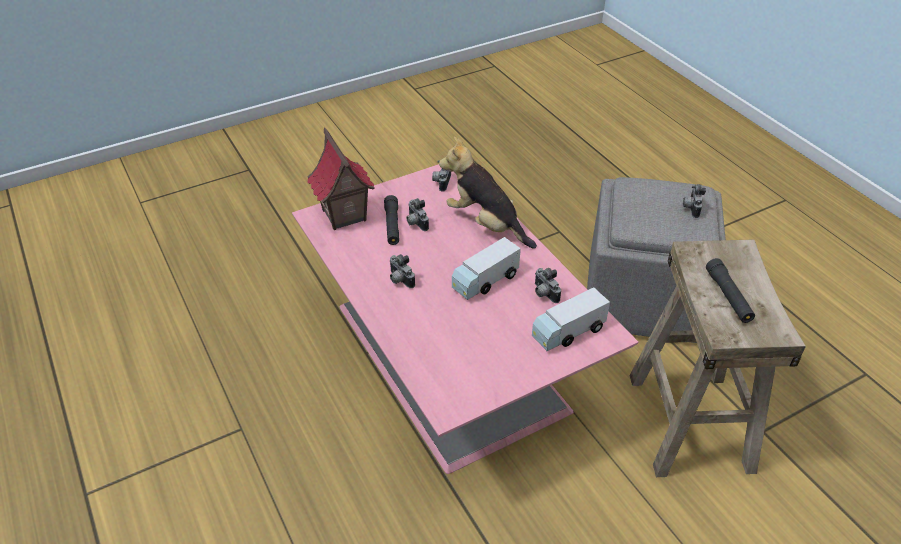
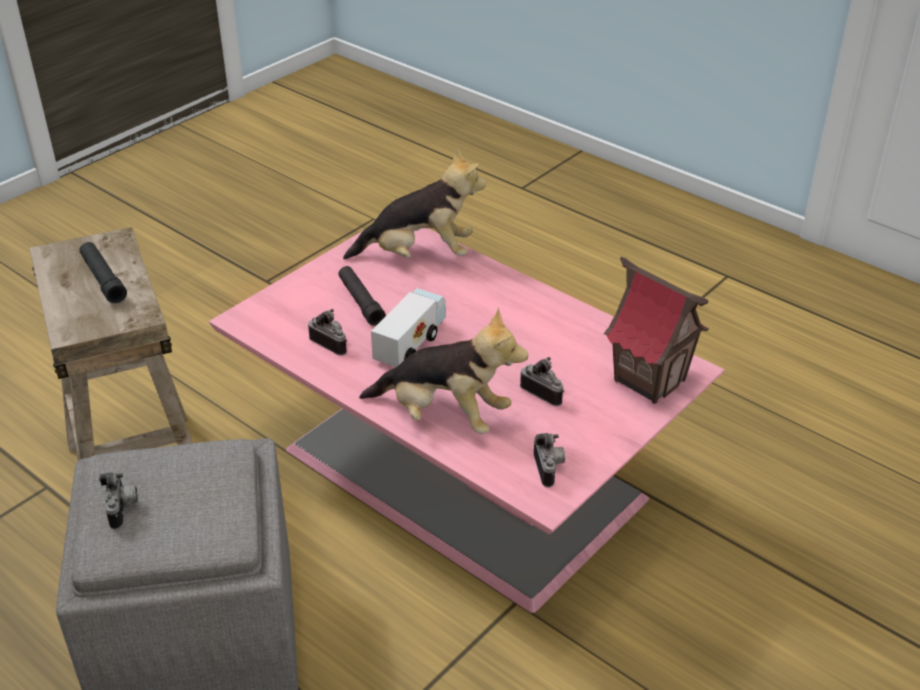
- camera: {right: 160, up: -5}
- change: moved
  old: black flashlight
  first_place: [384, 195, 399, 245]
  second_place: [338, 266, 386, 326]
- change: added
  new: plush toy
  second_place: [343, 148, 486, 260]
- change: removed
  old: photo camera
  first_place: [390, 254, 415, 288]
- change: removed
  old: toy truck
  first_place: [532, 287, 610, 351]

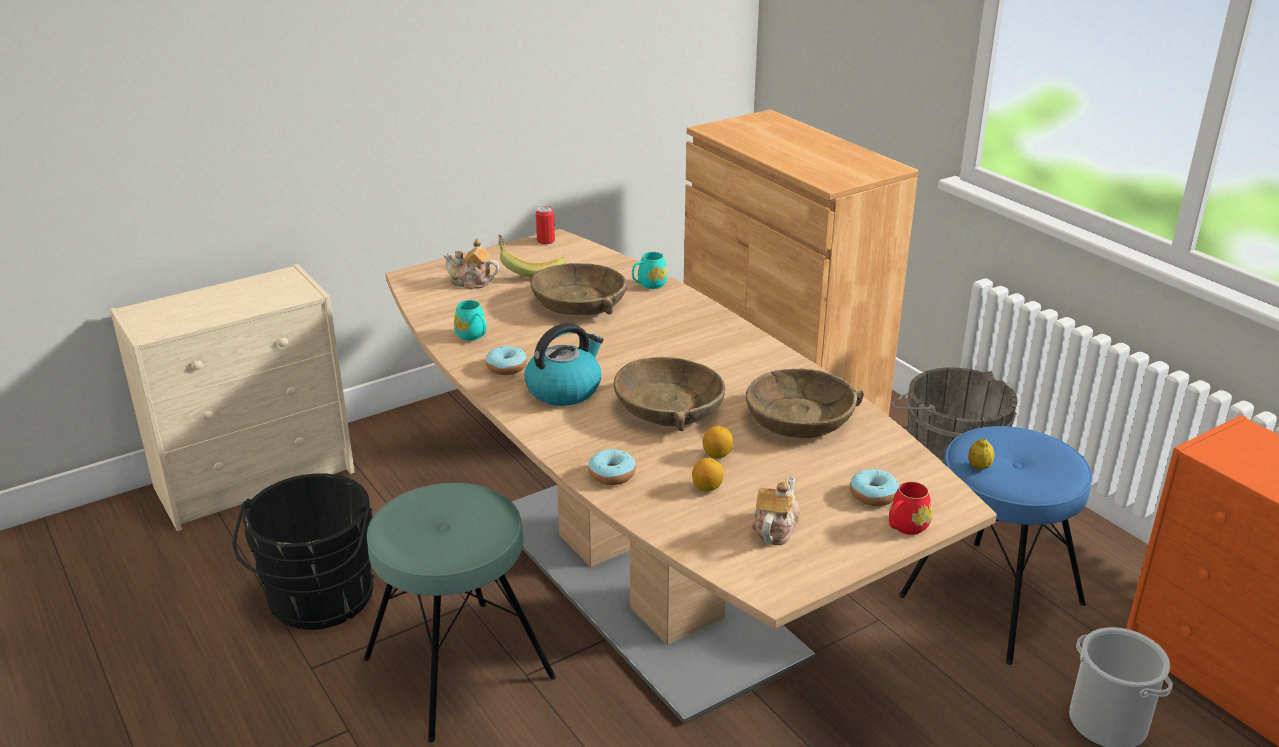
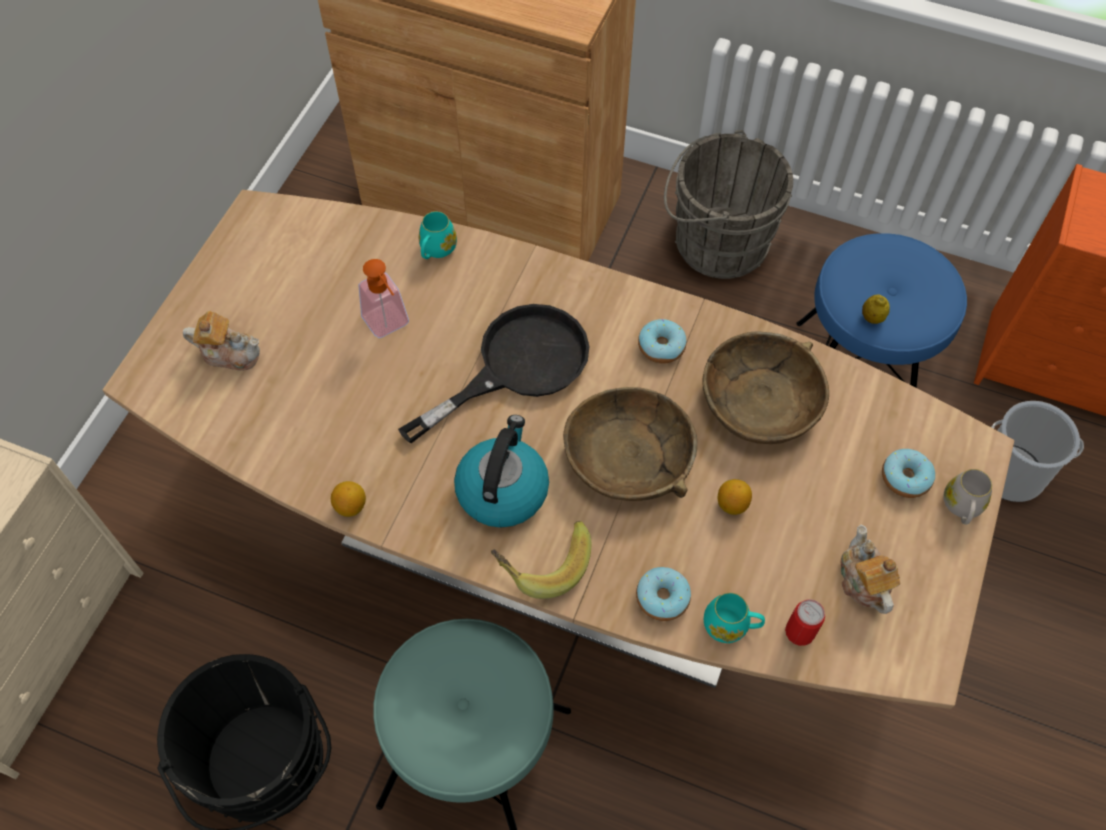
- camera: {right: -35, up: 30}
- change: turned
  old: teapot
  first_place: [443, 238, 500, 290]
  second_place: [183, 311, 260, 371]
  degrees: -150
- change: moved
  old: lemon
  first_place: [692, 458, 724, 492]
  second_place: [331, 481, 366, 517]
- change: replaced
  old: brown bowl
  new: soap dispenser
  first_place: [530, 263, 627, 316]
  second_place: [358, 259, 409, 338]
- change: added
  new: black frying pan
  second_place: [398, 304, 590, 443]
- change: moved
  old: banana
  first_place: [498, 235, 565, 278]
  second_place: [491, 521, 591, 599]
- change: moved
  old: donut
  first_place: [486, 346, 527, 375]
  second_place: [638, 319, 687, 364]
- change: moved
  old: turquoise mug
  first_place: [454, 300, 487, 341]
  second_place: [704, 592, 765, 643]
- change: moved
  old: can
  first_place: [536, 206, 555, 244]
  second_place: [785, 599, 825, 646]
- change: recoloured
  old: red mug
  new: white mug
  first_place: [889, 482, 932, 535]
  second_place: [943, 469, 992, 525]

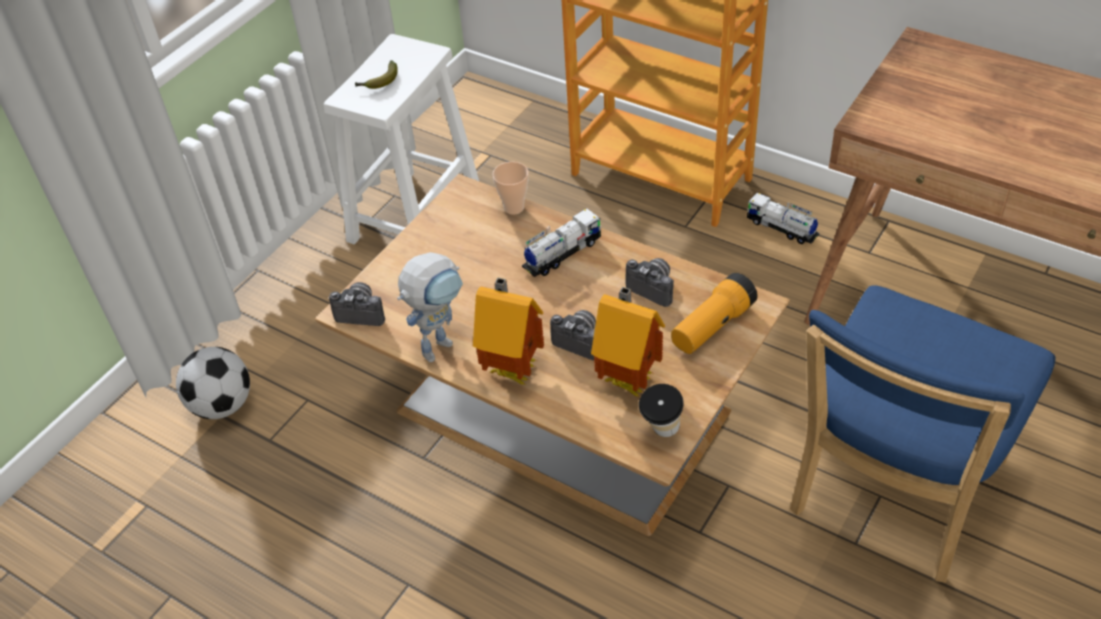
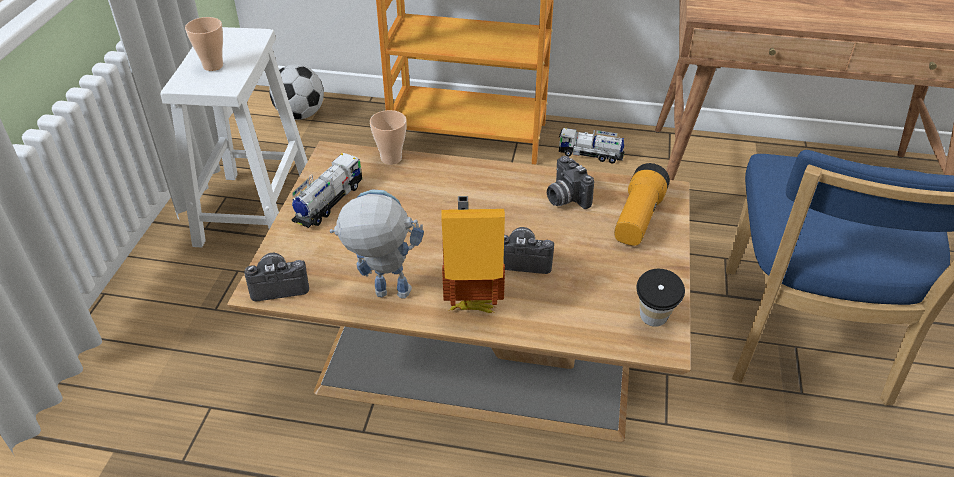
- camera: {right: -25, up: -5}
- change: replaced
  old: banana
  new: cup
  first_place: [355, 60, 398, 89]
  second_place: [185, 17, 223, 71]
- change: moved
  old: football
  first_place: [176, 347, 250, 419]
  second_place: [269, 64, 324, 120]
- change: moved
  old: toy truck
  first_place: [522, 209, 601, 277]
  second_place: [292, 153, 362, 228]
- change: turned
  old: toy robot
  first_place: [397, 252, 463, 362]
  second_place: [330, 189, 424, 298]
  degrees: -105
- change: turned
  old: photo camera
  first_place: [625, 258, 674, 307]
  second_place: [547, 156, 594, 209]
  degrees: -135
- change: removed
  old: toy house
  first_place: [591, 287, 665, 397]

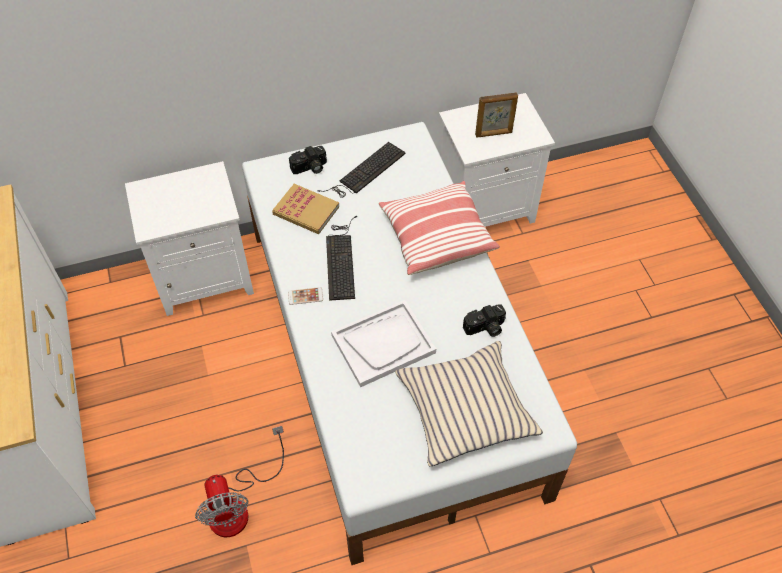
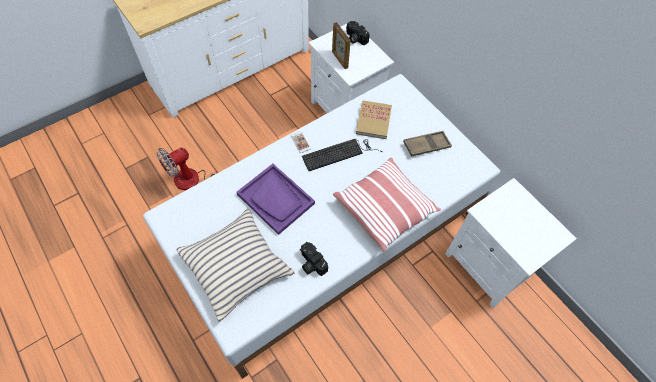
- camera: {right: 70, up: 5}
- change: recoloured
  old: white tray
  new: purple tray
  first_place: [331, 300, 436, 387]
  second_place: [237, 164, 315, 235]
- change: moved
  old: picture frame
  first_place: [475, 92, 518, 138]
  second_place: [332, 22, 351, 69]
- change: moved
  old: photo camera
  first_place: [289, 146, 327, 174]
  second_place: [346, 21, 370, 45]
- change: replaced
  old: keyboard
  new: brown tray
  first_place: [317, 142, 406, 198]
  second_place: [403, 131, 452, 157]

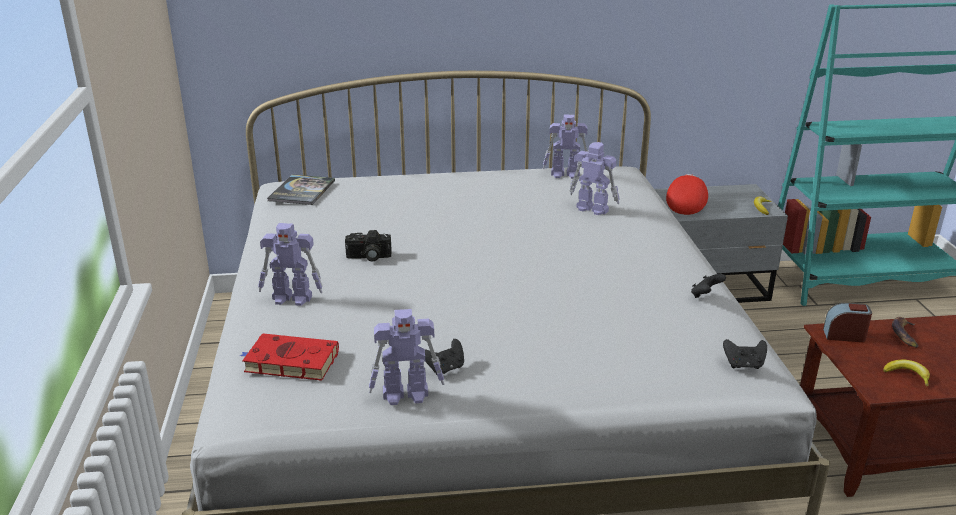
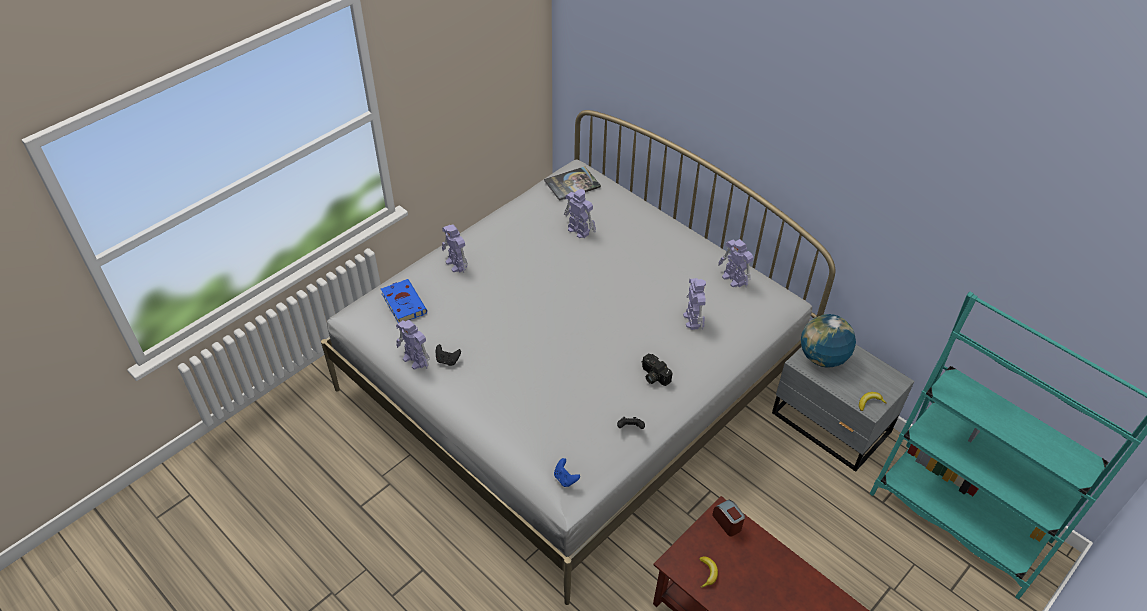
- camera: {right: 50, up: 20}
- change: recoloured
  old: red book
  new: blue book
  first_place: [240, 333, 339, 381]
  second_place: [381, 279, 427, 323]
- change: recoloured
  old: black game controller
  new: blue game controller
  first_place: [723, 339, 767, 369]
  second_place: [554, 458, 580, 487]
- change: added
  new: toy robot
  second_place: [564, 189, 596, 238]
- change: moved
  old: photo camera
  first_place: [345, 230, 392, 261]
  second_place: [642, 354, 672, 386]
- change: replaced
  old: red cap
  new: globe
  first_place: [666, 174, 708, 215]
  second_place: [801, 314, 856, 368]
- change: removed
  old: banana
  first_place: [892, 317, 918, 348]

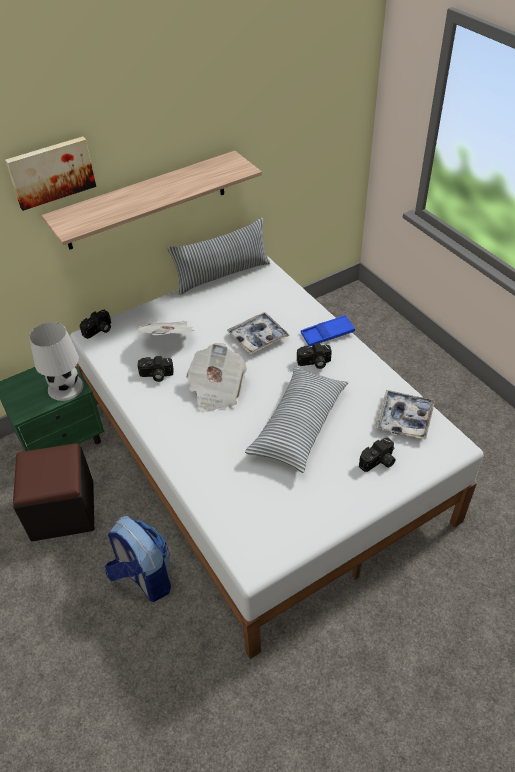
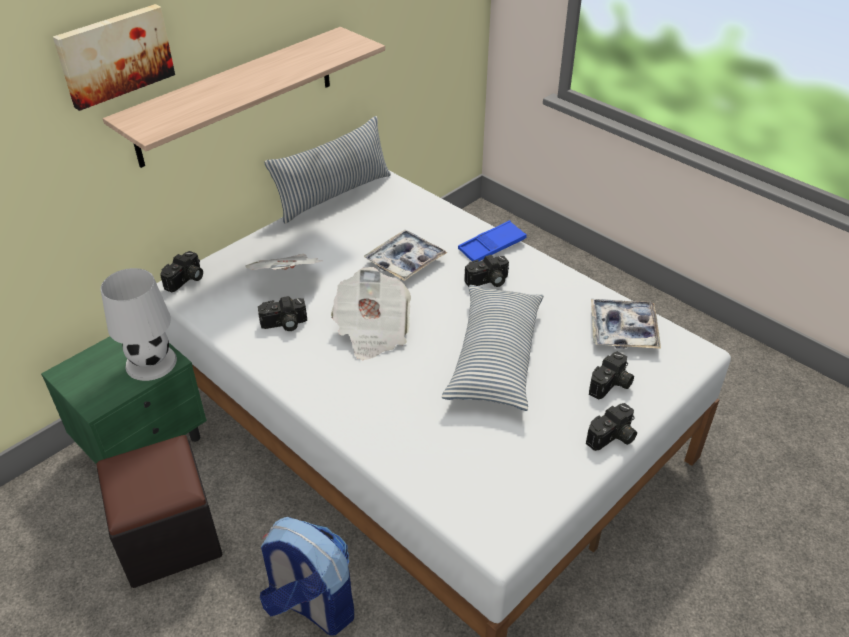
- camera: {right: -15, up: -5}
- change: added
  new: photo camera
  second_place: [586, 403, 637, 451]

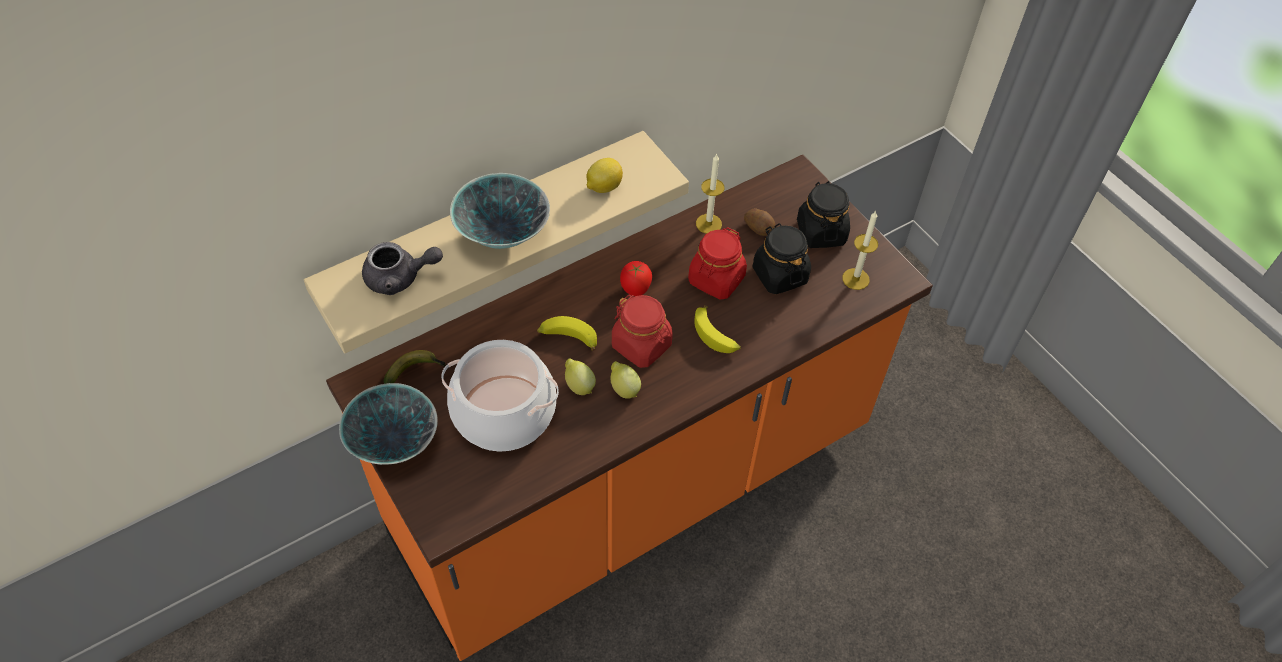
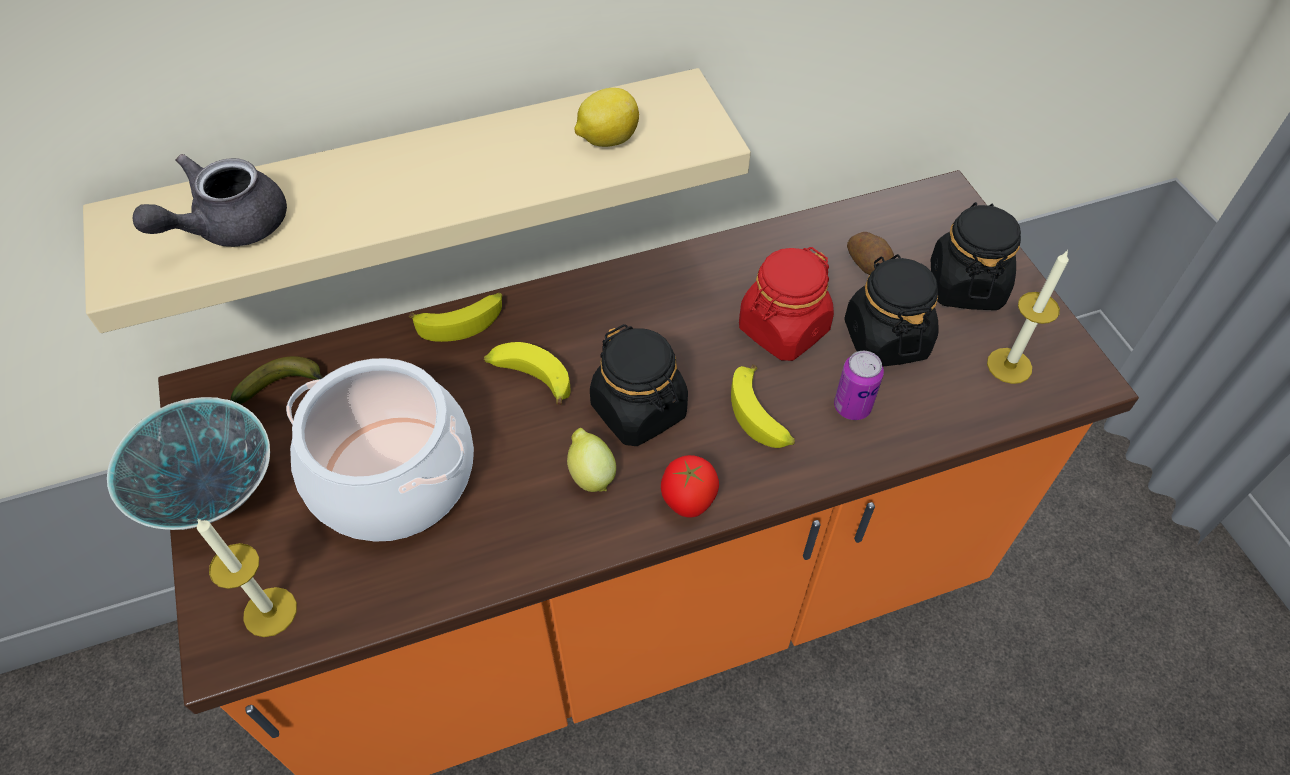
- camera: {right: 15, up: 0}
- change: turned
  old: grey teapot
  first_place: [362, 242, 443, 295]
  second_place: [132, 154, 287, 247]
  degrees: 120
- change: moved
  old: candle
  first_place: [696, 154, 725, 234]
  second_place: [197, 518, 297, 637]
- change: added
  new: banana
  second_place: [409, 293, 502, 342]
- change: recoloured
  old: red jar
  new: black jar
  first_place: [612, 295, 673, 368]
  second_place: [590, 324, 688, 446]
- change: moved
  old: tomato
  first_place: [620, 261, 652, 296]
  second_place: [661, 455, 719, 518]
- change: added
  new: can
  second_place: [834, 351, 884, 420]
- change: removed
  old: bowl
  first_place: [450, 173, 550, 249]
- change: removed
  old: lemon
  first_place: [565, 358, 596, 395]

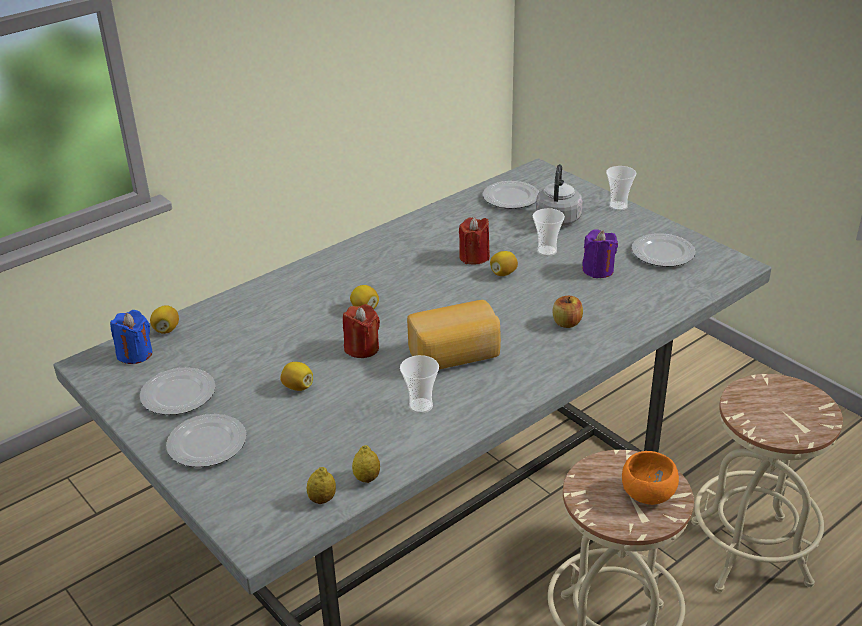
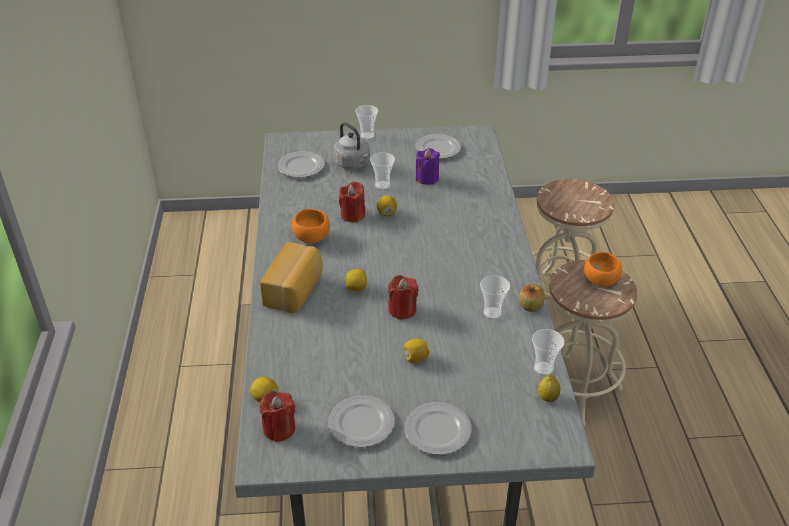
- camera: {right: -55, up: 5}
- change: moved
  old: bread
  first_place: [407, 300, 501, 369]
  second_place: [260, 242, 323, 313]
- change: recoloured
  old: blue candle
  new: red candle
  first_place: [110, 310, 153, 364]
  second_place: [260, 391, 295, 442]
- change: added
  new: orange bowl
  second_place: [292, 209, 330, 243]
- change: moved
  old: apple
  first_place: [553, 296, 583, 328]
  second_place: [519, 284, 545, 312]
- change: replaced
  old: lemon
  new: cup
  first_place: [352, 445, 380, 483]
  second_place: [532, 329, 564, 376]

